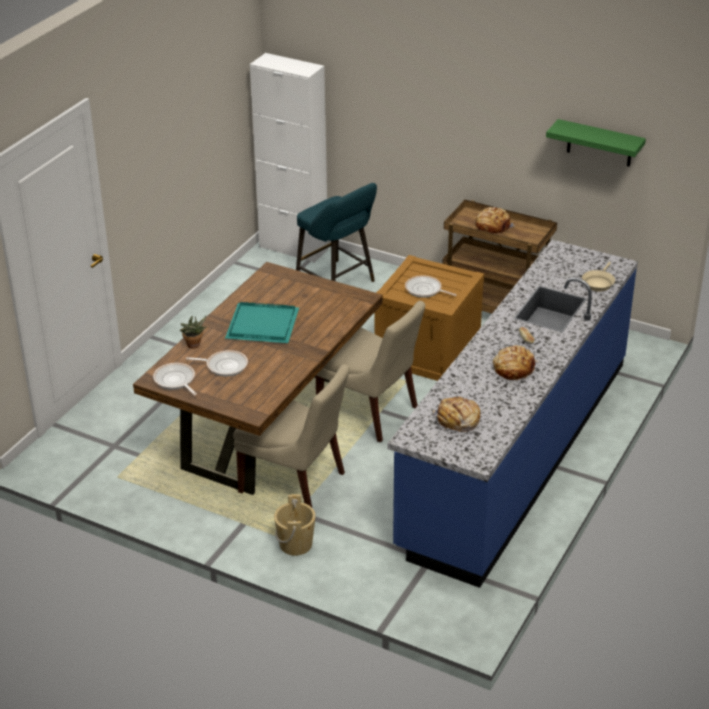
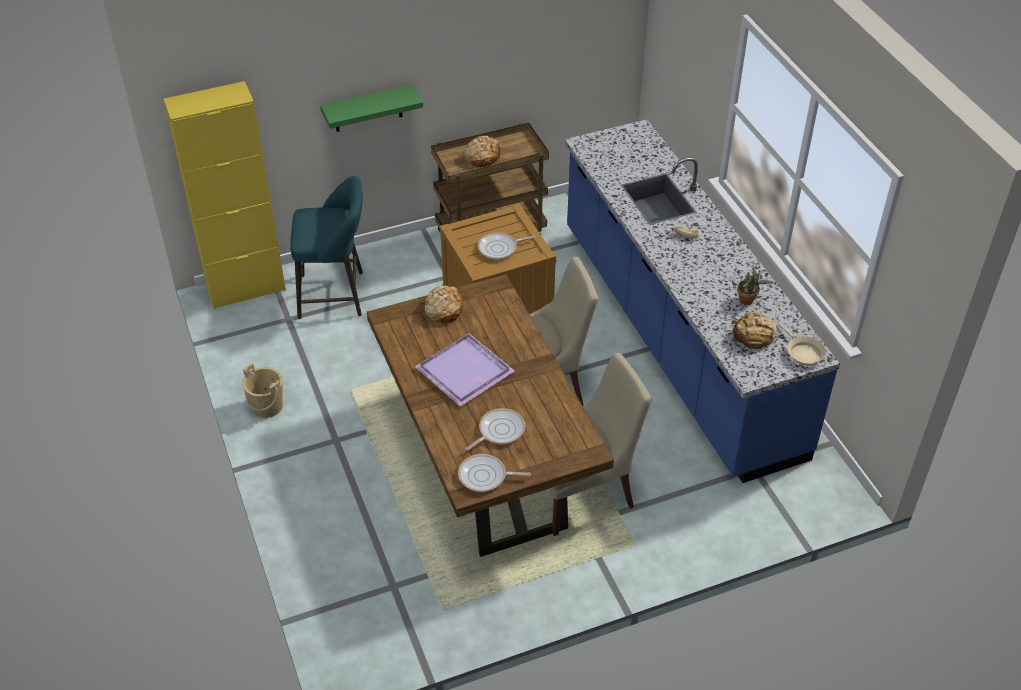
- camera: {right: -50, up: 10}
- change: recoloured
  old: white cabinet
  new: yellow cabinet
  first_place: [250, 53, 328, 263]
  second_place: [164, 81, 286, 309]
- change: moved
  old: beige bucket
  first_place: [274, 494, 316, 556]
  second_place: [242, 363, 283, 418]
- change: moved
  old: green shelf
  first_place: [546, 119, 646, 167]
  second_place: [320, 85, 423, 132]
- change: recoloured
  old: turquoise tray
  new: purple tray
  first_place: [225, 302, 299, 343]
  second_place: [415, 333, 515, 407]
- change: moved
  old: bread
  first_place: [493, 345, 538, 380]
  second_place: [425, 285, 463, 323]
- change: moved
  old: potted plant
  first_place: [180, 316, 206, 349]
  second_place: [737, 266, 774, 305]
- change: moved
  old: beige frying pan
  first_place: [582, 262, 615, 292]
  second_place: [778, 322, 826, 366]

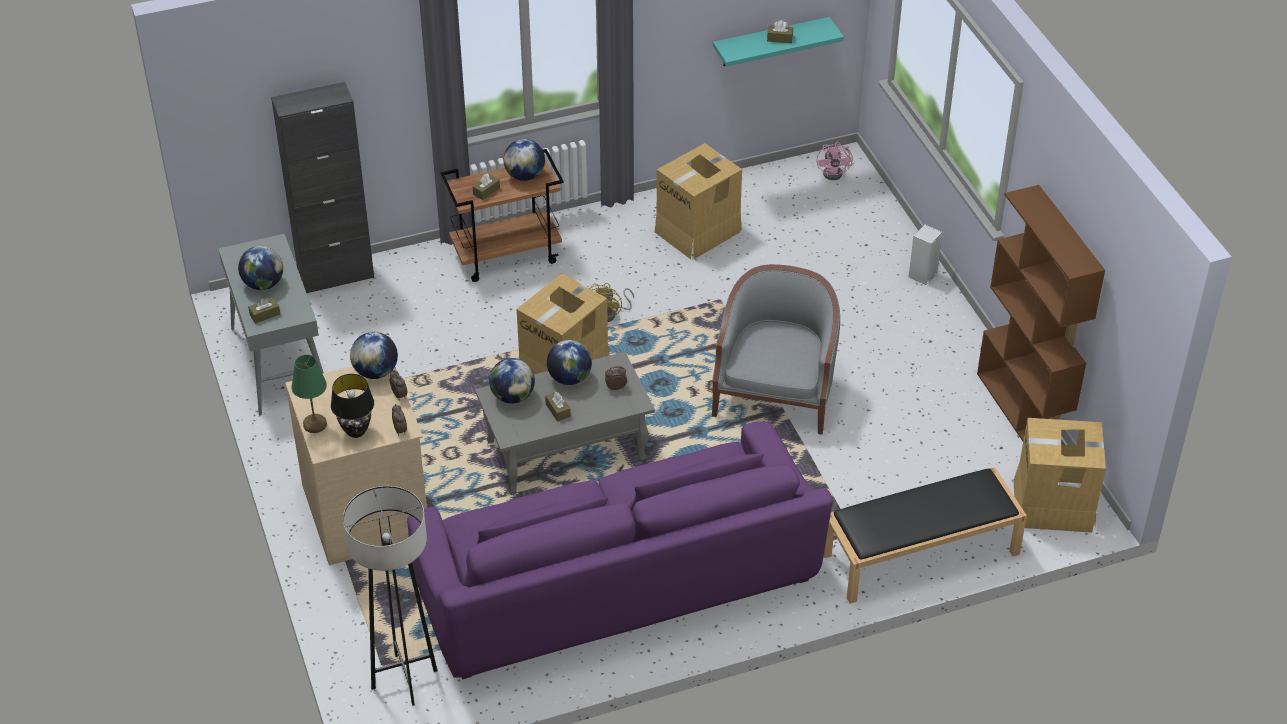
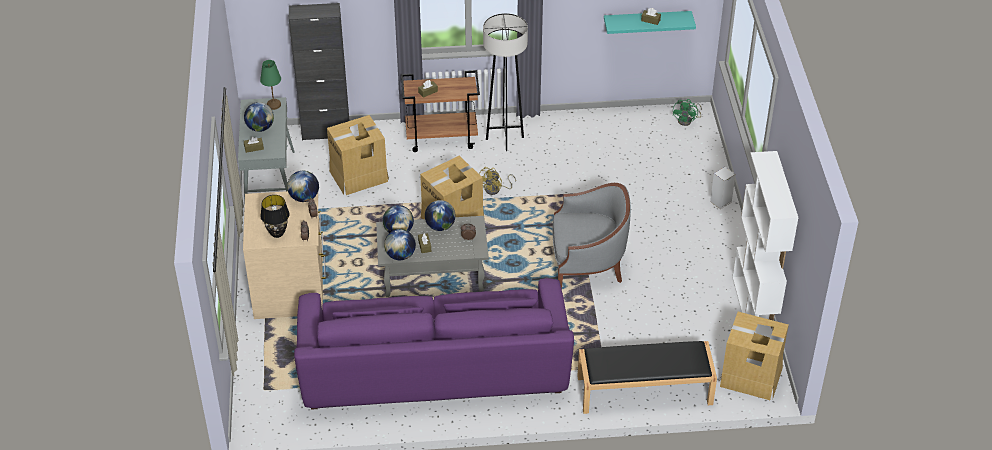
- camera: {right: 15, up: 0}
- change: moved
  old: green table lamp
  first_place: [291, 355, 327, 433]
  second_place: [260, 60, 281, 110]
- change: moved
  old: cardboard box
  first_place: [655, 143, 742, 259]
  second_place: [327, 115, 389, 195]
- change: moved
  old: globe
  first_place: [503, 139, 545, 181]
  second_place: [384, 229, 416, 260]
- change: moved
  old: grey floor lamp
  first_place: [343, 486, 438, 706]
  second_place: [483, 13, 528, 151]
- change: turned
  old: grey armchair
  first_place: [712, 264, 840, 435]
  second_place: [552, 183, 631, 289]
  degrees: 60
- change: recoloured
  old: pink fan
  new: green fan
  first_place: [817, 142, 853, 180]
  second_place: [673, 99, 702, 126]
- change: recoloured
  old: brown bookcase
  new: white bookcase
  first_place: [977, 185, 1105, 445]
  second_place: [732, 151, 798, 337]

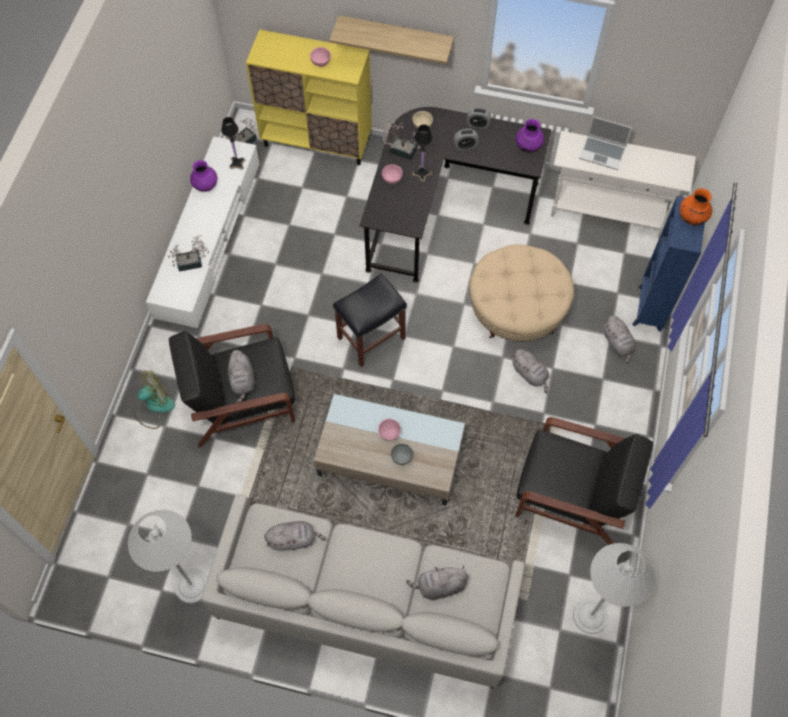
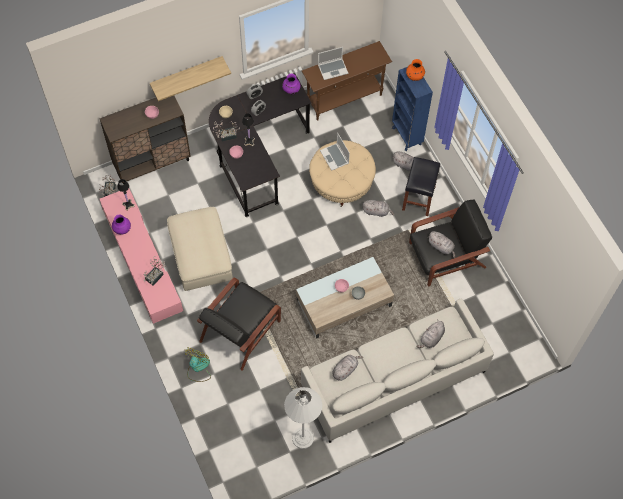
- camera: {right: -40, up: 0}
- change: recoloured
  old: yellow cabinet
  new: brown cabinet
  first_place: [246, 29, 372, 165]
  second_place: [99, 96, 191, 185]
- change: recoloured
  old: white tv stand
  new: pink tv stand
  first_place: [146, 136, 260, 328]
  second_place: [100, 189, 183, 324]
- change: added
  new: beige ottoman
  second_place: [167, 207, 233, 291]
- change: recoloured
  old: white console table
  new: brown console table
  first_place: [551, 131, 696, 238]
  second_place: [302, 41, 392, 121]
- change: added
  new: laptop
  second_place: [320, 133, 350, 171]
- change: moved
  old: black stool
  first_place: [333, 274, 407, 367]
  second_place: [402, 157, 440, 216]
- change: moved
  old: grey plush toy
  first_place: [228, 350, 255, 403]
  second_place: [429, 231, 455, 258]
- change: removed
  old: white floor lamp
  first_place: [573, 543, 655, 634]

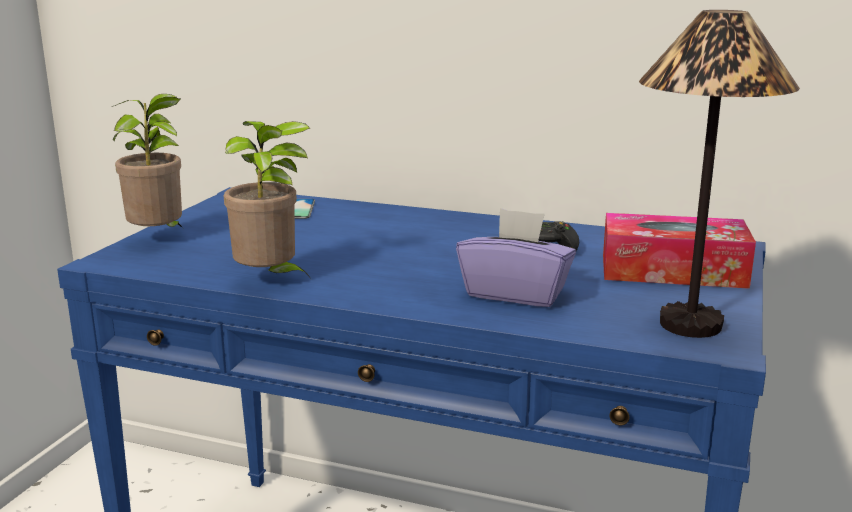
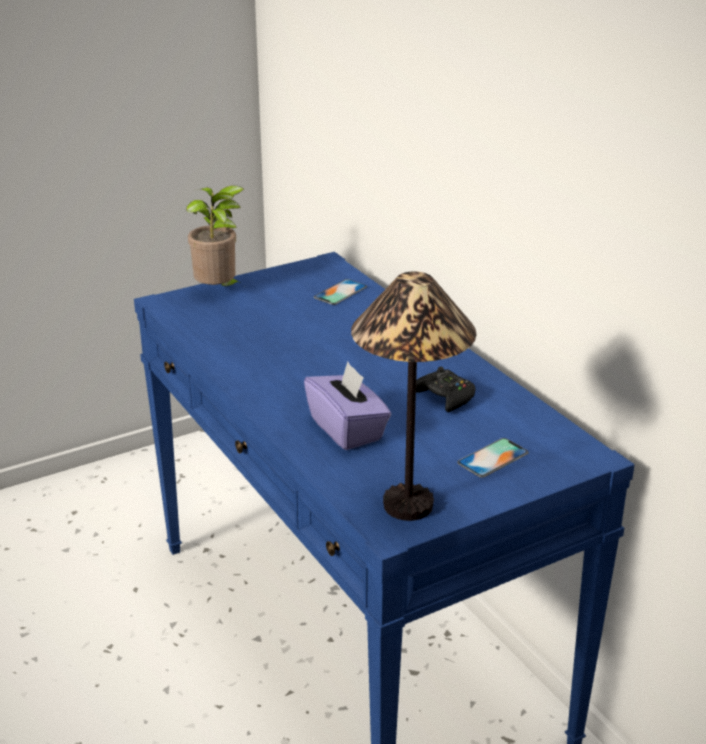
- camera: {right: 40, up: 10}
- change: replaced
  old: tissue box
  new: phone
  first_place: [603, 213, 756, 289]
  second_place: [458, 438, 529, 478]
- change: removed
  old: potted plant
  first_place: [224, 121, 310, 276]

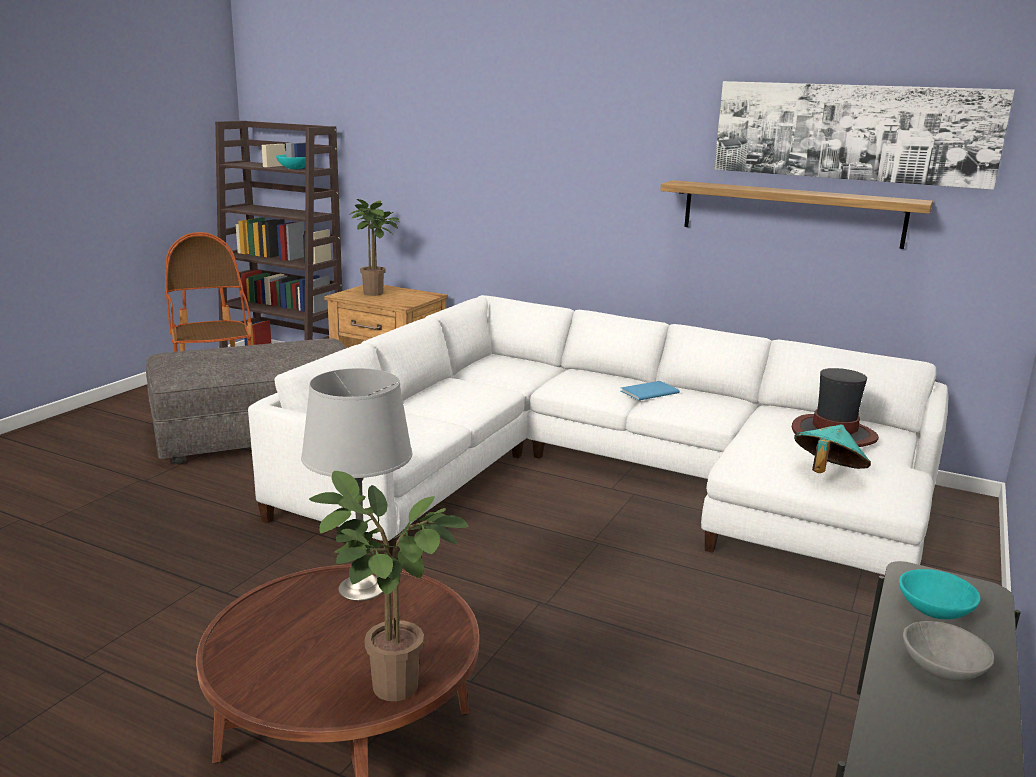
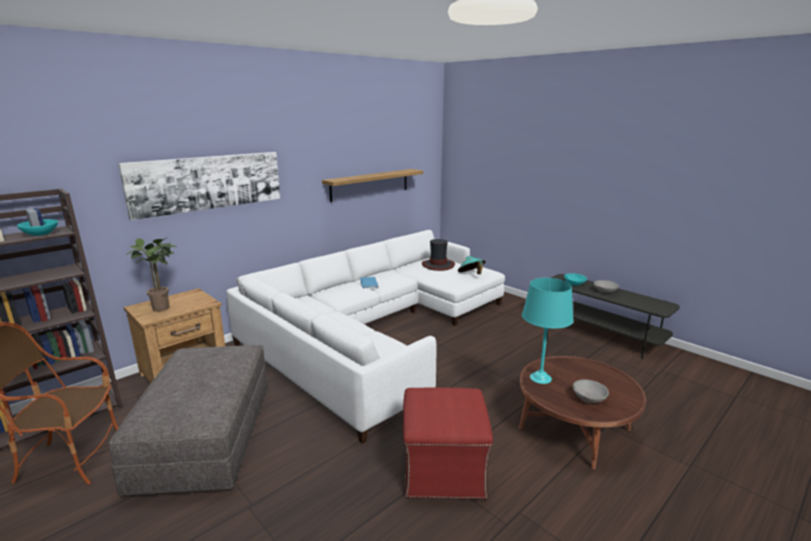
- camera: {right: -70, up: 0}
- change: moved
  old: picture
  first_place: [714, 81, 1015, 190]
  second_place: [118, 152, 280, 220]
- change: added
  new: red ottoman
  second_place: [403, 388, 493, 499]
- change: recoloured
  old: grey table lamp
  new: turquoise table lamp
  first_place: [301, 368, 412, 601]
  second_place: [522, 278, 574, 384]
- change: added
  new: grey bowl
  second_place: [573, 380, 609, 403]
- change: removed
  old: potted plant
  first_place: [309, 471, 469, 701]

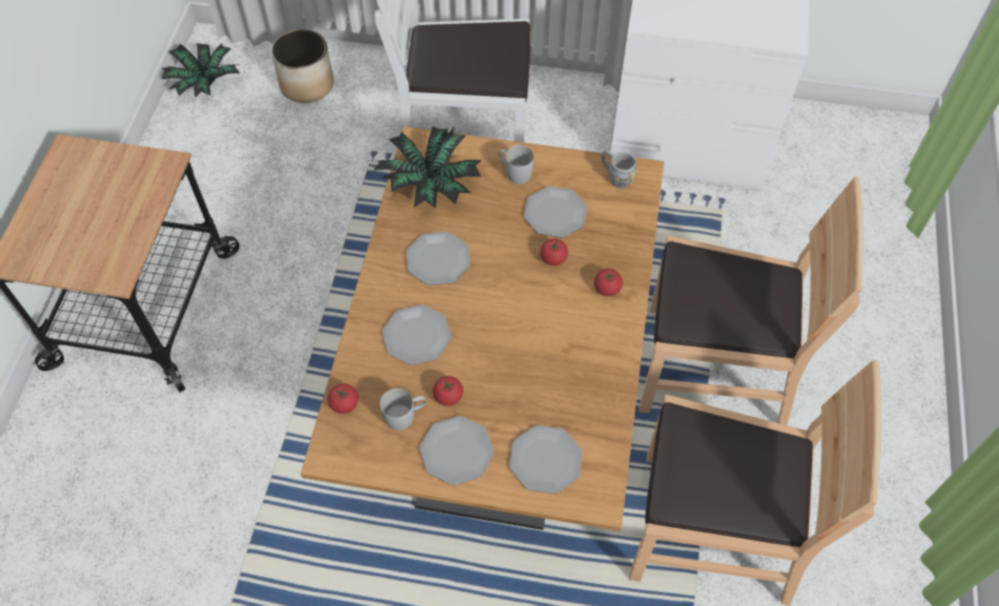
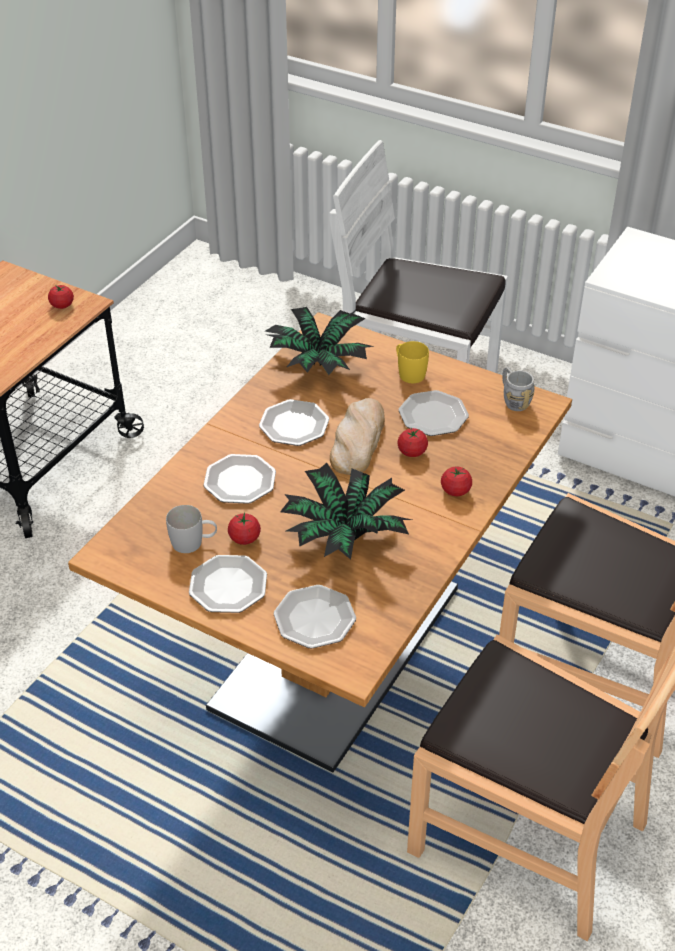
- camera: {right: 20, up: -15}
- change: moved
  old: tomato
  first_place: [328, 384, 359, 414]
  second_place: [48, 285, 74, 309]
- change: moved
  old: potted plant
  first_place: [161, 43, 240, 98]
  second_place: [280, 463, 412, 560]
- change: added
  new: bread
  second_place: [330, 398, 385, 475]
- change: recoloured
  old: white mug
  new: yellow mug
  first_place: [498, 145, 534, 184]
  second_place: [396, 341, 429, 383]
- change: removed
  old: planter
  first_place: [271, 29, 334, 103]

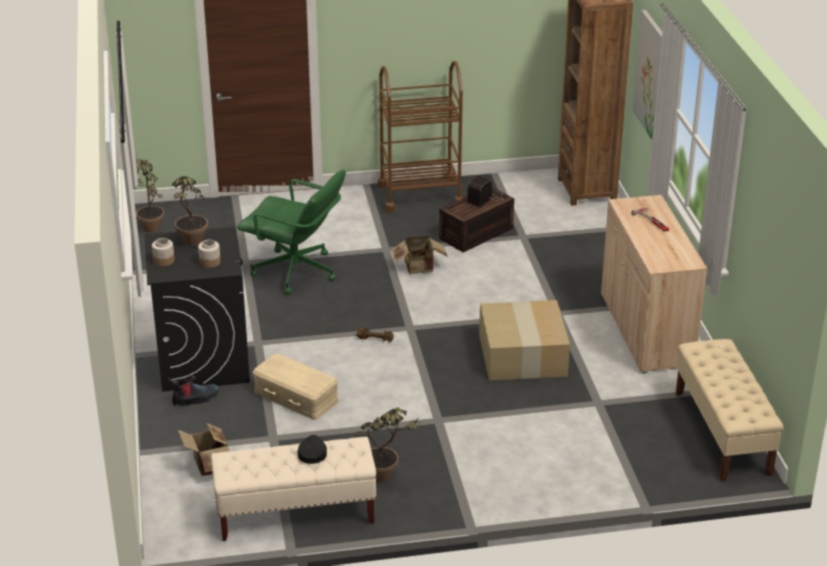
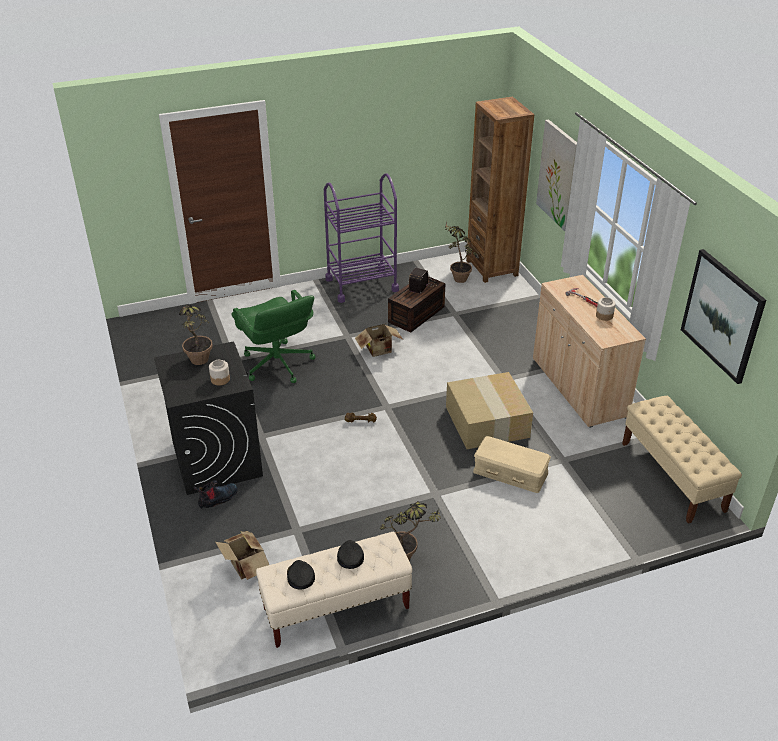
- camera: {right: -10, up: 5}
- change: turned
  old: green office chair
  first_place: [237, 170, 346, 294]
  second_place: [231, 290, 315, 383]
  degrees: 45
- change: added
  new: black cap
  second_place: [287, 560, 315, 589]
- change: recoloured
  old: brown cart
  new: purple cart
  first_place: [378, 61, 463, 213]
  second_place: [324, 173, 399, 303]
- change: moved
  old: potted plant
  first_place: [136, 154, 164, 233]
  second_place: [445, 220, 477, 283]
- change: moved
  old: beige storage box
  first_place: [253, 353, 339, 420]
  second_place: [473, 436, 551, 493]
- change: moved
  old: jar
  first_place: [152, 238, 175, 266]
  second_place: [596, 297, 616, 321]
- change: added
  new: picture
  second_place: [681, 249, 766, 384]

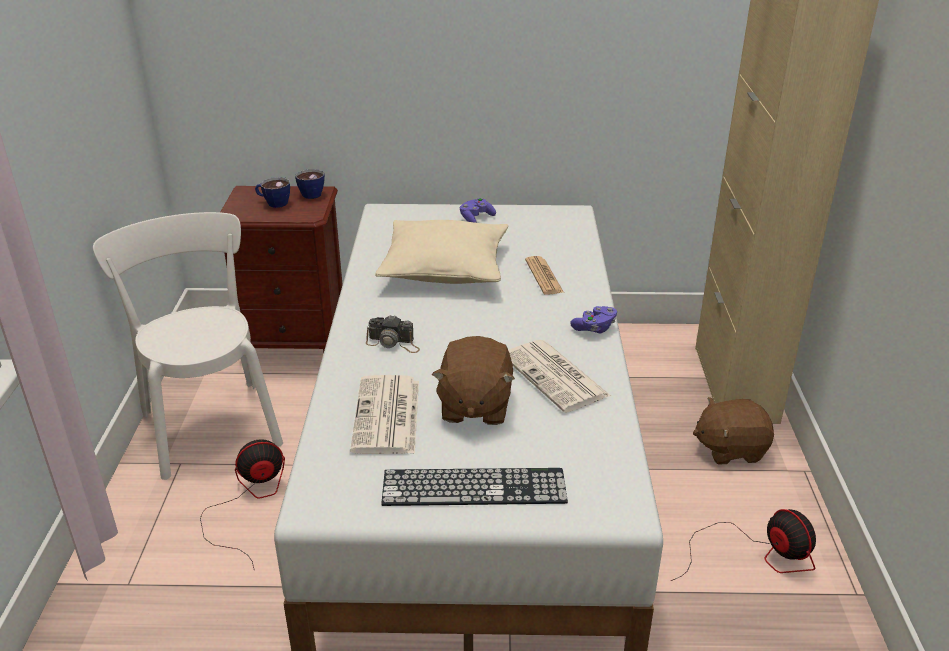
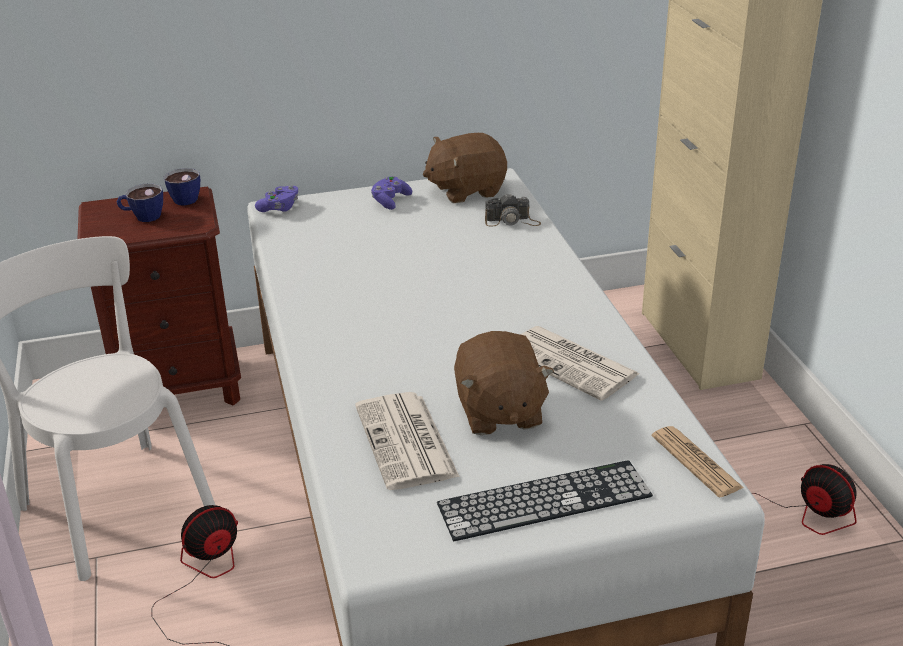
- camera: {right: -15, up: 0}
- change: moved
  old: purple game controller
  first_place: [570, 306, 617, 333]
  second_place: [255, 185, 298, 212]
- change: moved
  old: brown plush toy
  first_place: [693, 397, 774, 464]
  second_place: [423, 133, 507, 203]
- change: moved
  old: photo camera
  first_place: [366, 315, 420, 353]
  second_place: [485, 193, 541, 227]
- change: moved
  old: newspaper
  first_place: [525, 256, 564, 295]
  second_place: [652, 426, 744, 497]
- change: removed
  old: beige pillow
  first_place: [375, 220, 508, 284]

